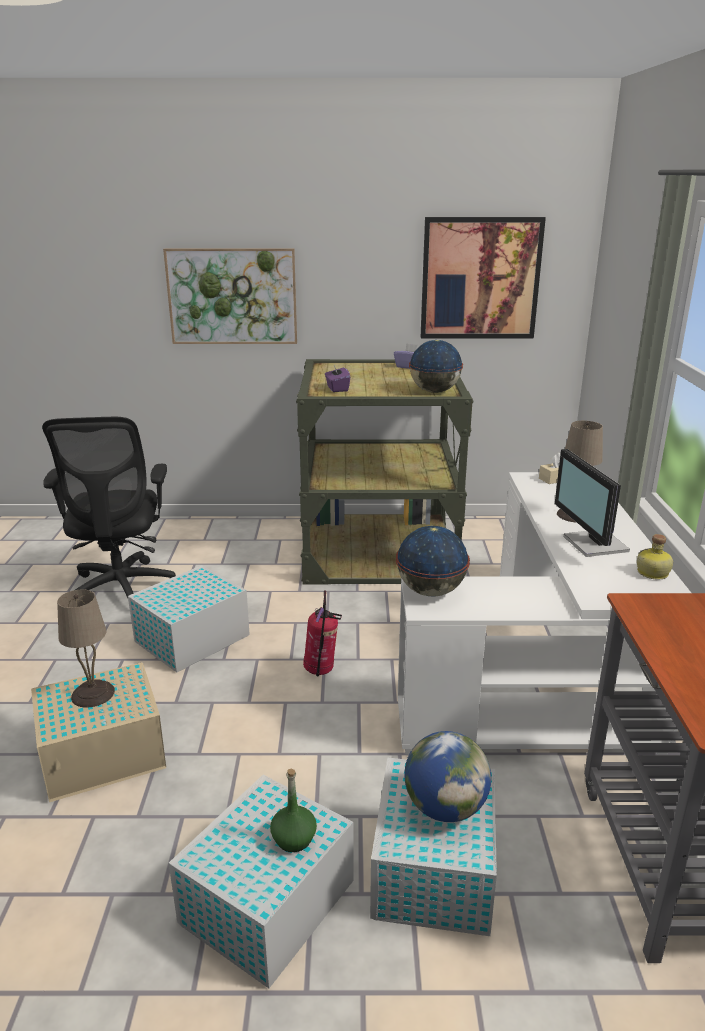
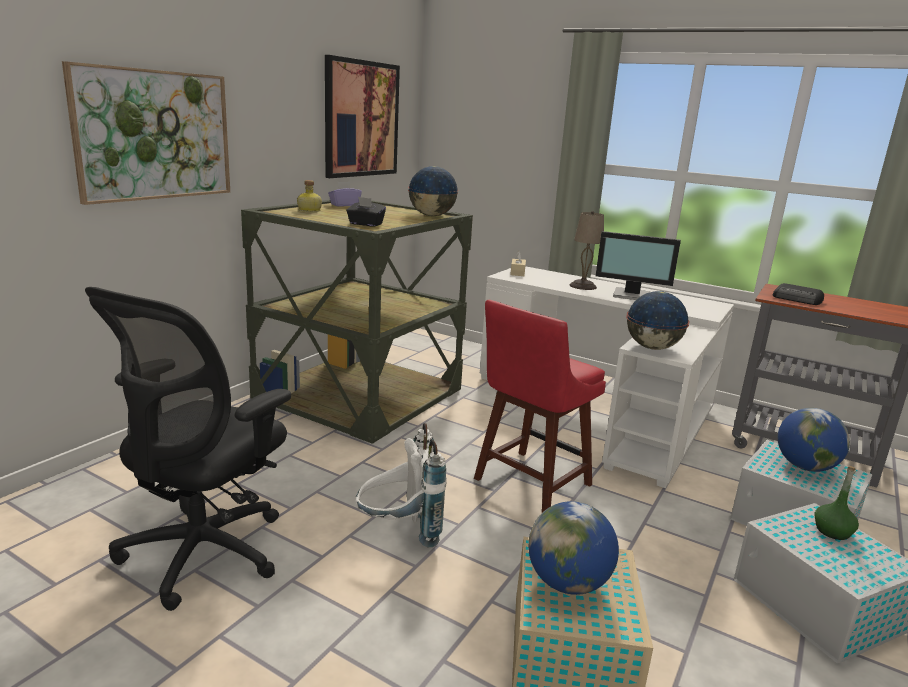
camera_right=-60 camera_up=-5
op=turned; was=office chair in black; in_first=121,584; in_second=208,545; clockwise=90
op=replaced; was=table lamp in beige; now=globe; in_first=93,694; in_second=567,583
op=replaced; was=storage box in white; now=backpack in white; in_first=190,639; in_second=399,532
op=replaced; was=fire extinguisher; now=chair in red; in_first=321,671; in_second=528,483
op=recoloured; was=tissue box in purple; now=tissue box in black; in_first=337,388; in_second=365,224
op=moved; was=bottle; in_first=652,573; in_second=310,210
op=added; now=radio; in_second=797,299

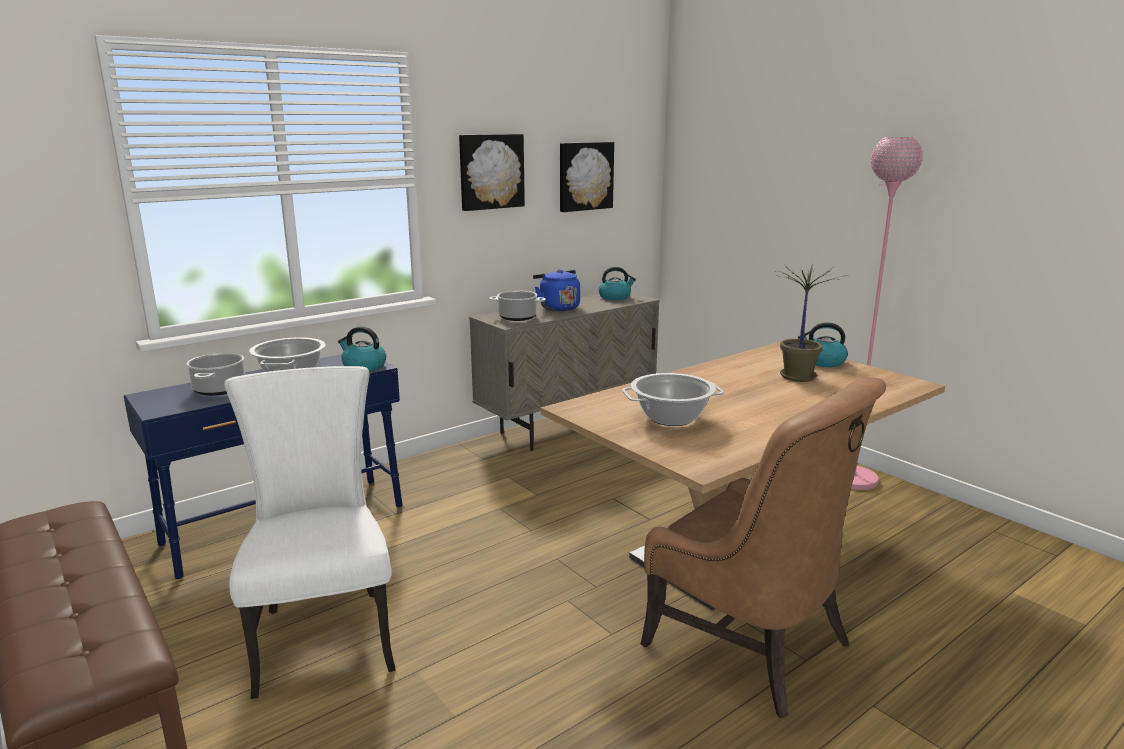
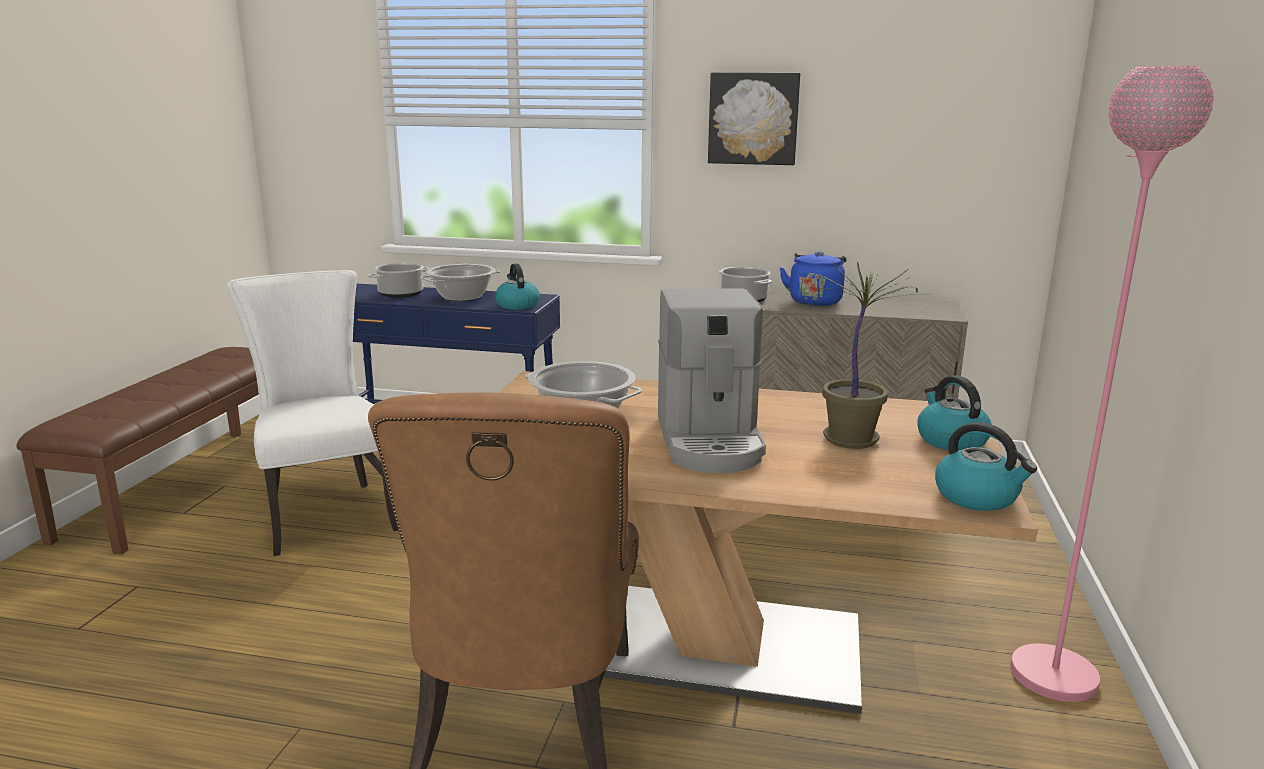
camera_right=50 camera_up=0
op=turned; was=chair in white; in_first=324,632; in_second=326,512; clockwise=-60
op=removed; was=picture; in_first=585,176
op=moved; was=kettle; in_first=615,297; in_second=977,497
op=added; now=coffee machine; in_second=710,441

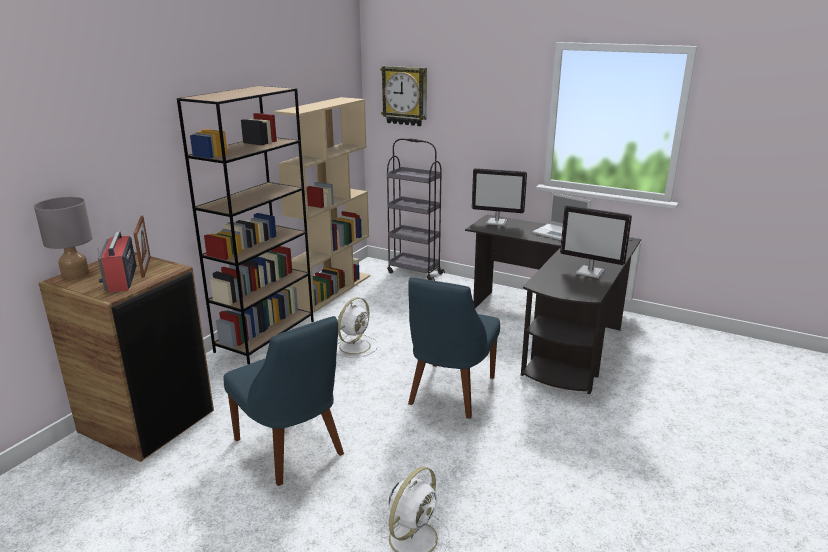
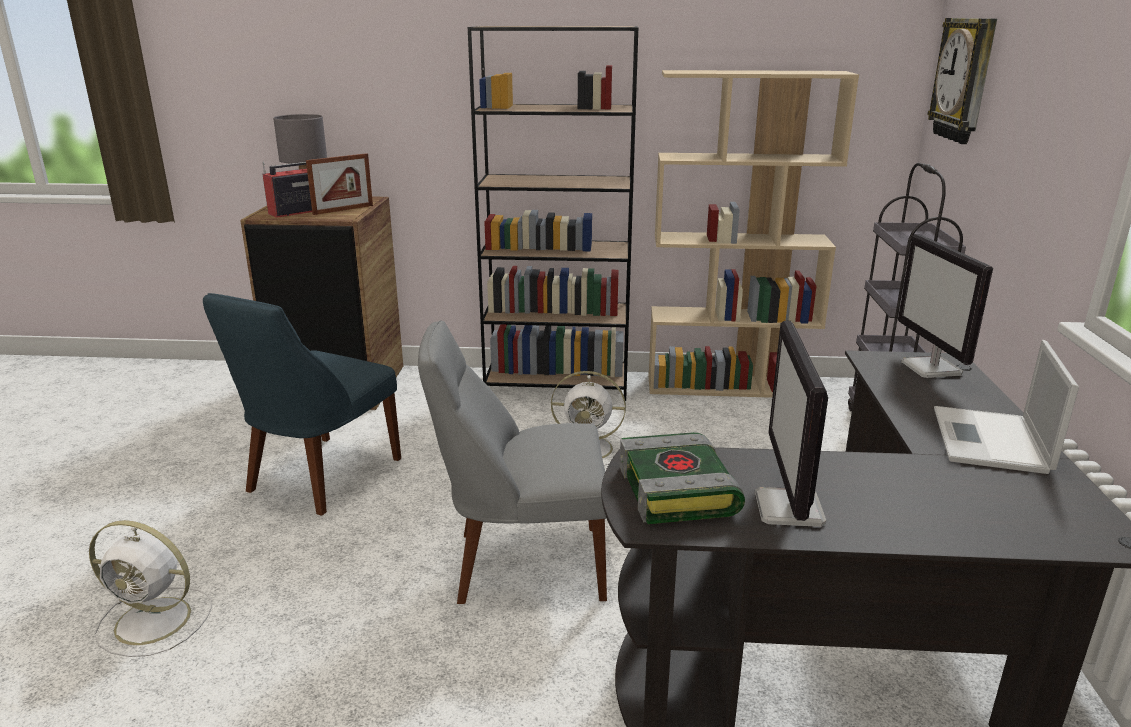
camera_right=65 camera_up=0
op=recoloured; was=chair in blue; now=chair in grey; in_first=449,392; in_second=522,564
op=added; now=book; in_second=679,491

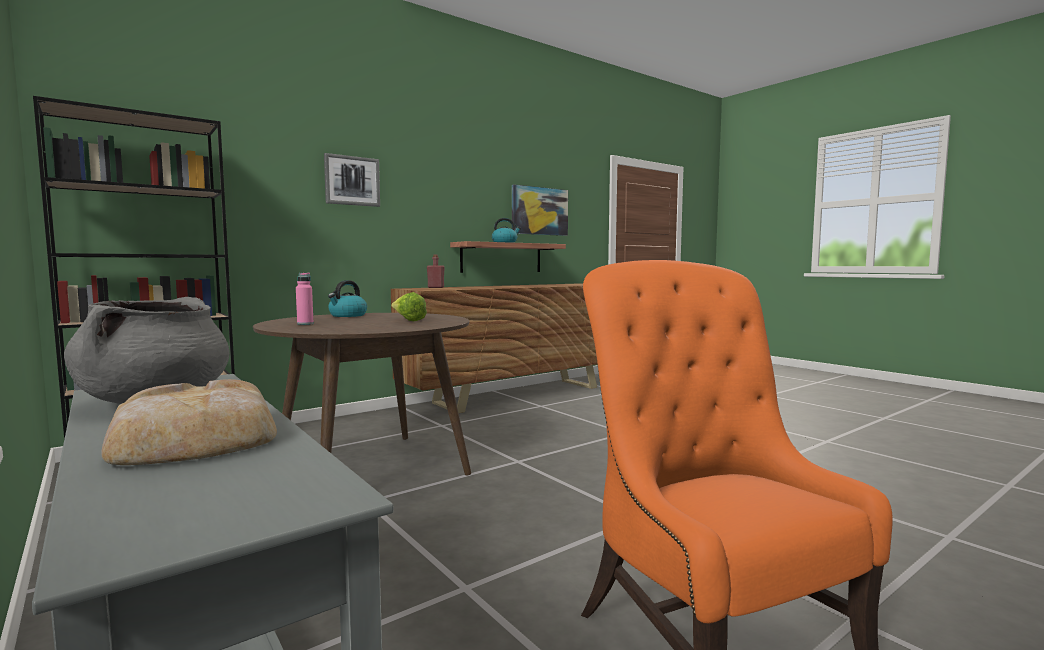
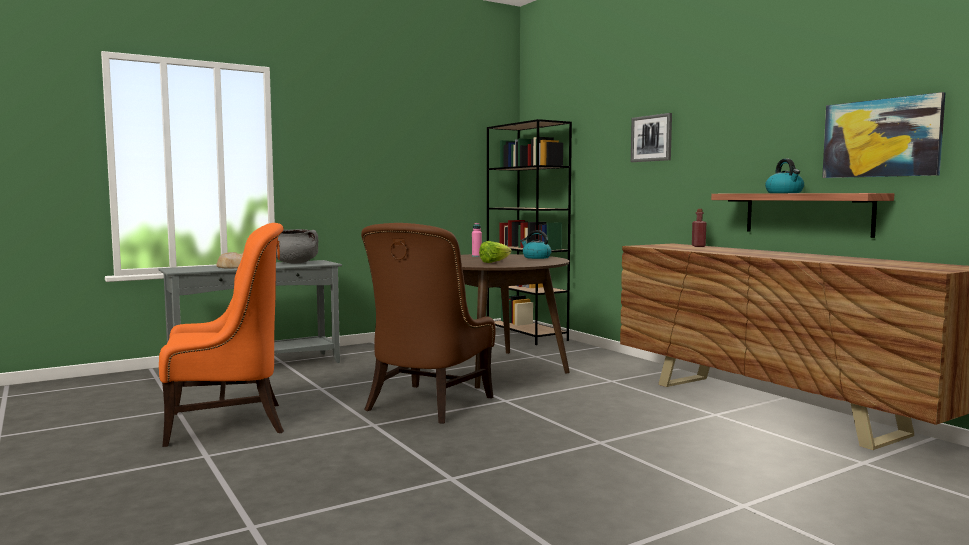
camera_right=95 camera_up=0
op=added; now=chair in brown; in_second=427,404

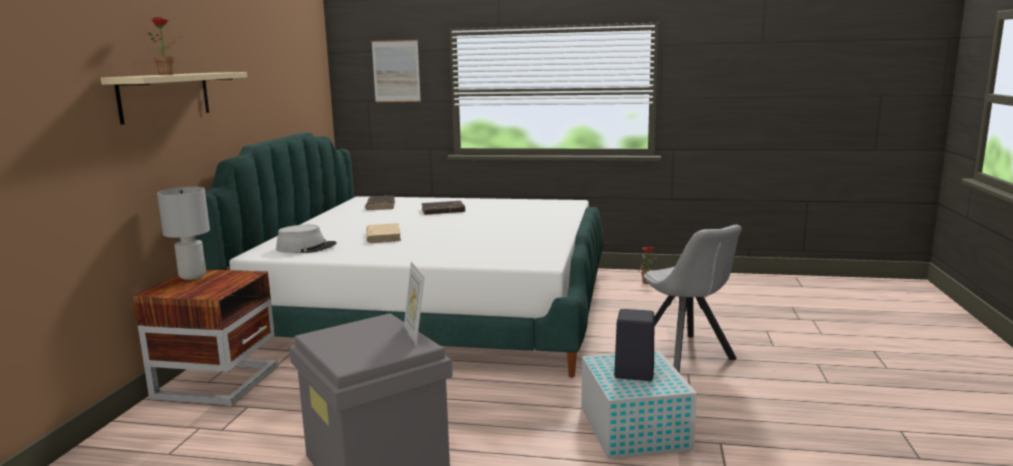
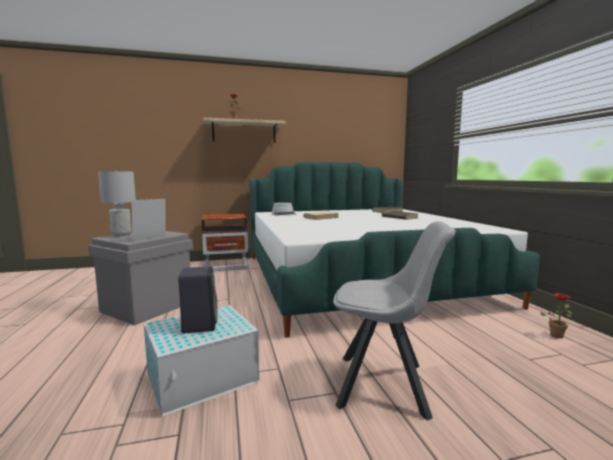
camera_right=65 camera_up=-5
op=moved; was=table lamp in grey; in_first=193,277; in_second=121,235
op=removed; was=picture; in_first=396,71
op=turned; was=chair in grey; in_first=685,355; in_second=385,385; clockwise=-120

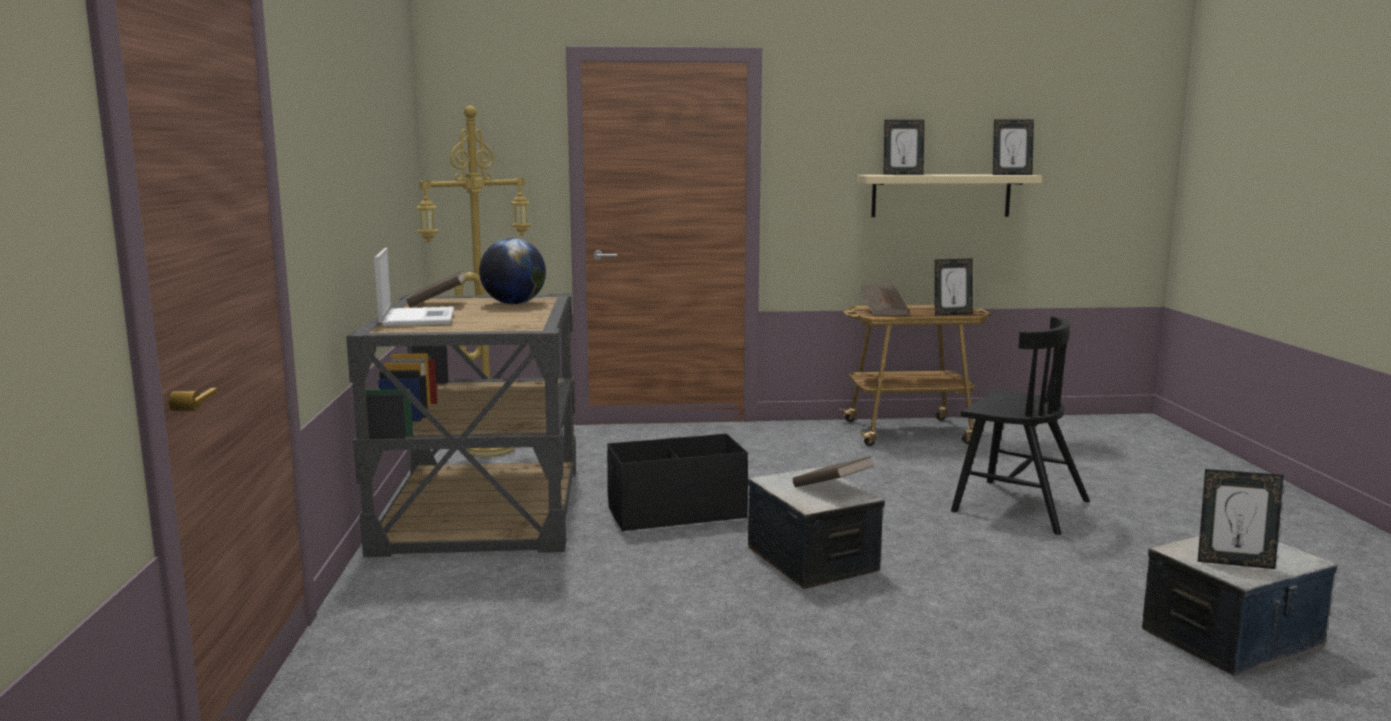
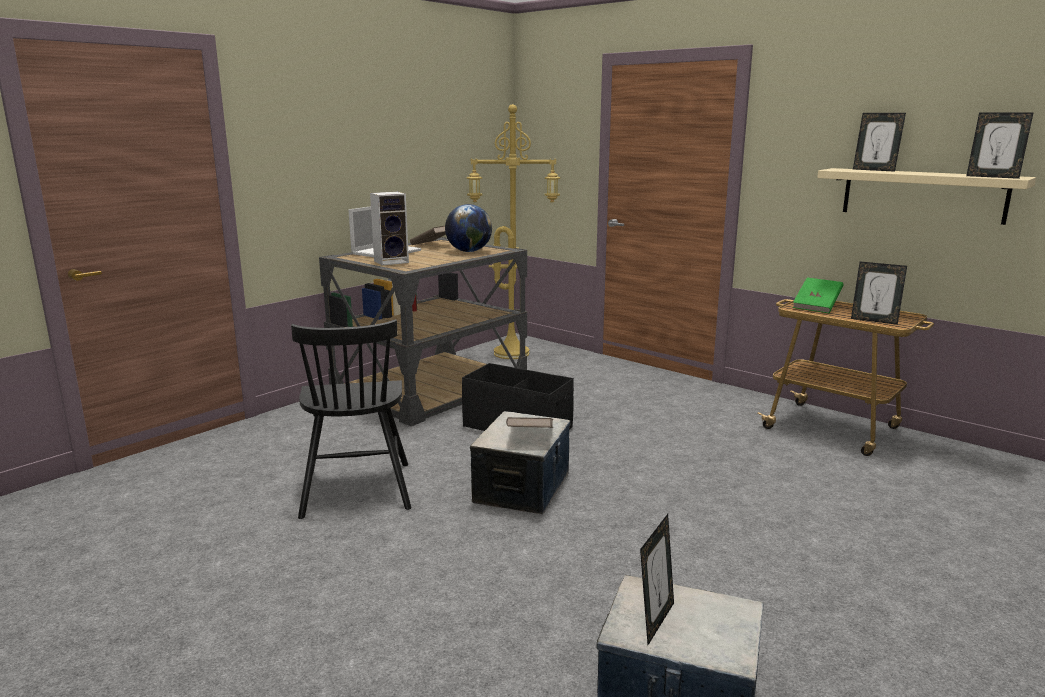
camera_right=45 camera_up=5
op=recoloured; was=book in brown; now=book in green; in_first=883,312; in_second=816,307
op=moved; was=chair in black; in_first=1012,504; in_second=357,485
op=turned; was=picture frame; in_first=1234,563; in_second=655,621; clockwise=-120
op=added; now=speaker; in_second=392,261

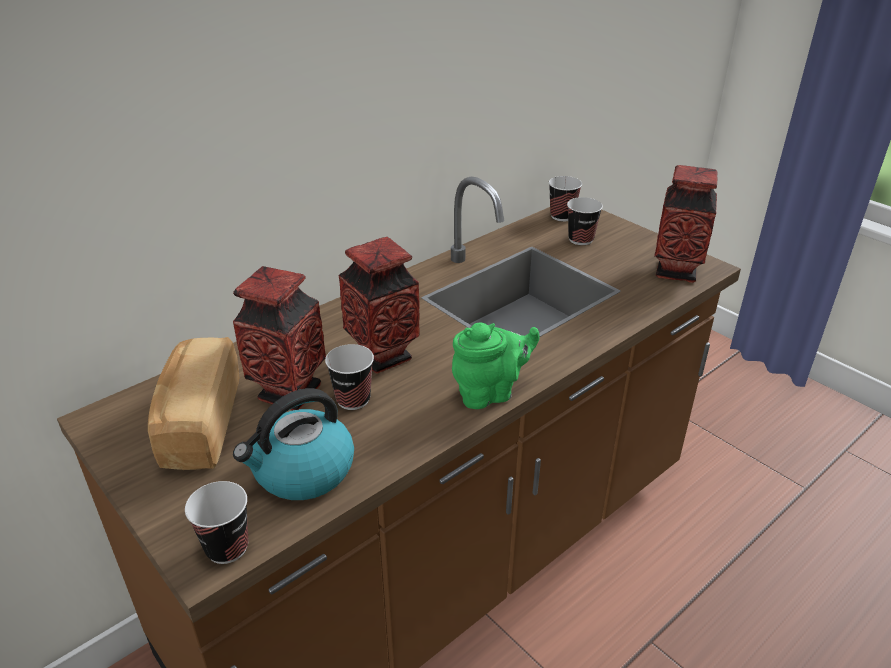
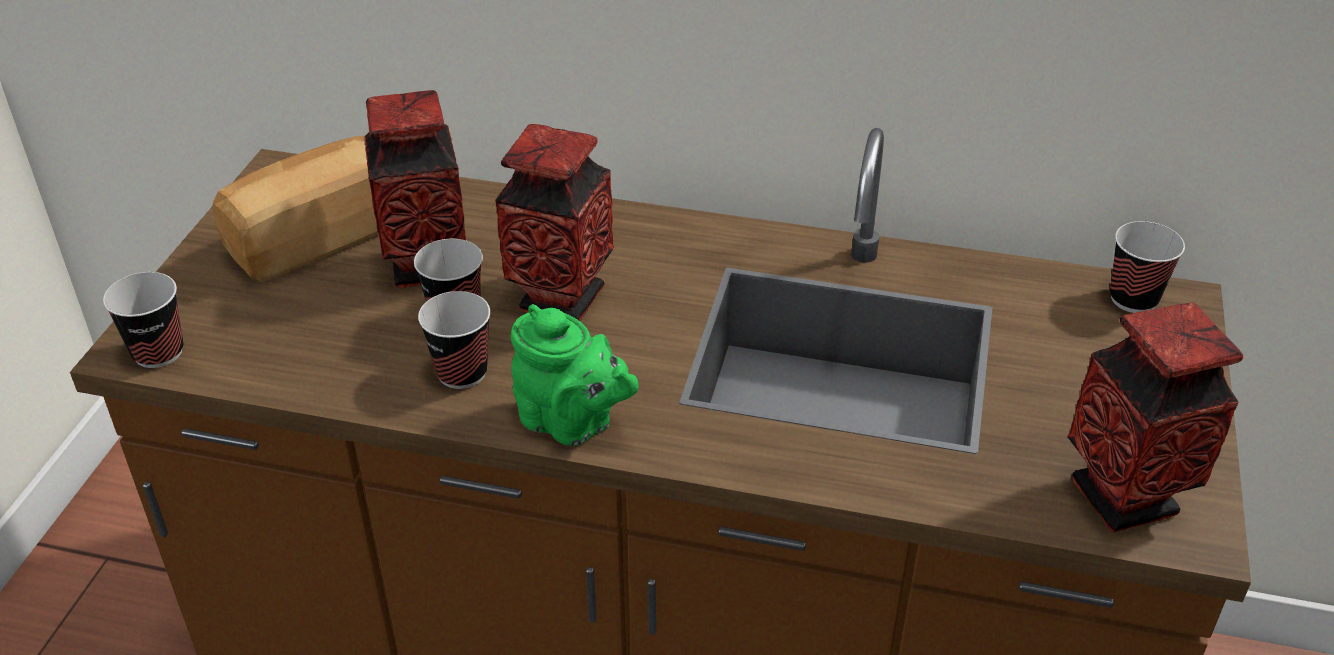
camera_right=55 camera_up=5
op=removed; was=kettle; in_first=302,472
op=moved; was=cup; in_first=580,239; in_second=462,373

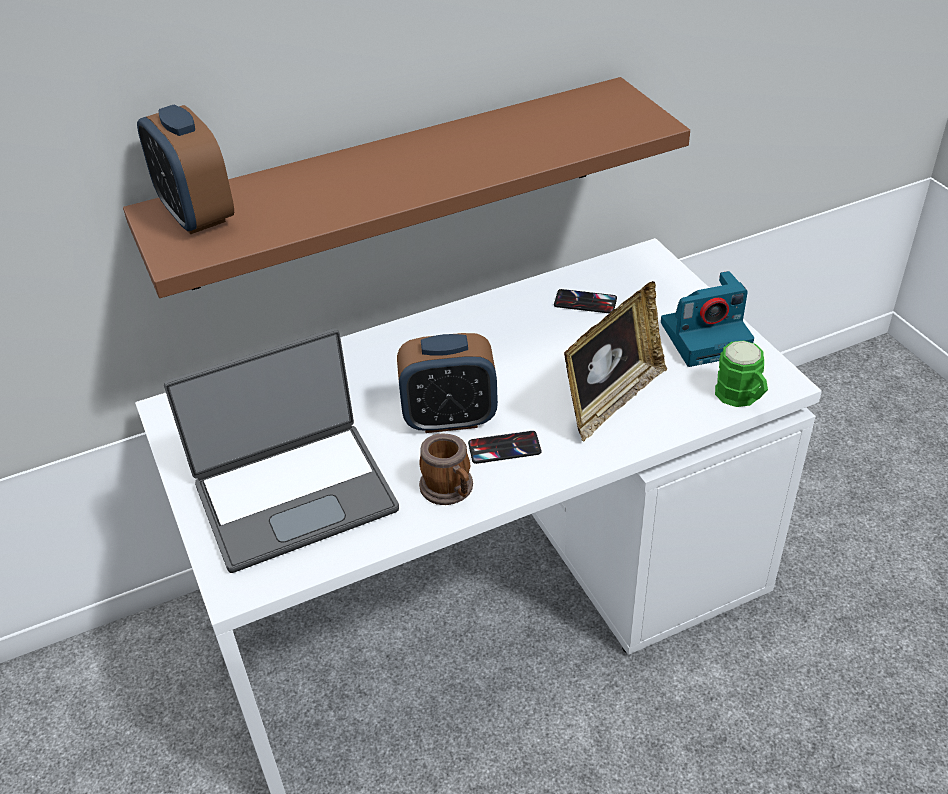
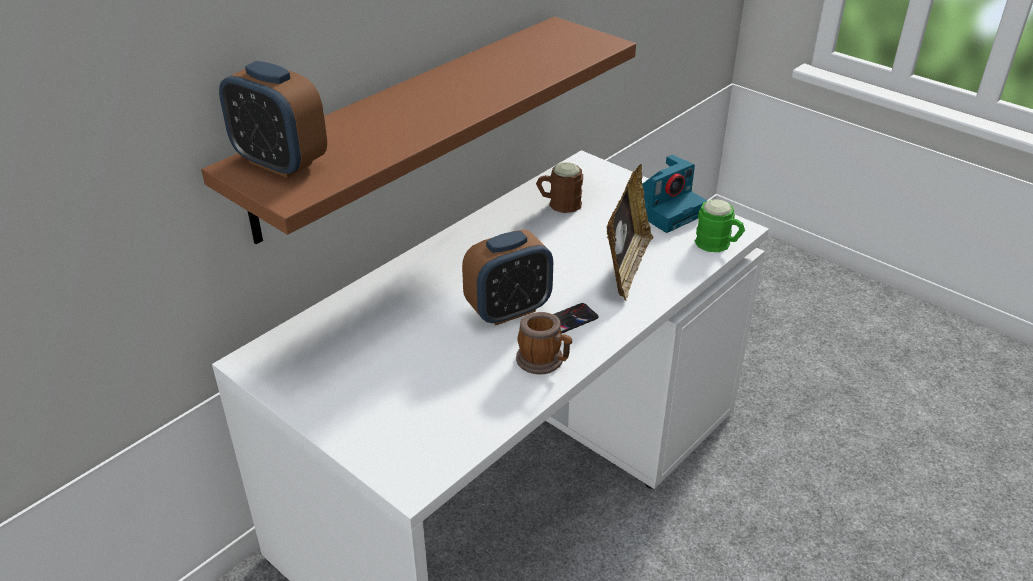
camera_right=-25 camera_up=-5
op=removed; was=laptop; in_first=295,494
op=replaced; was=phone; now=mug in brown; in_first=585,302; in_second=559,204

